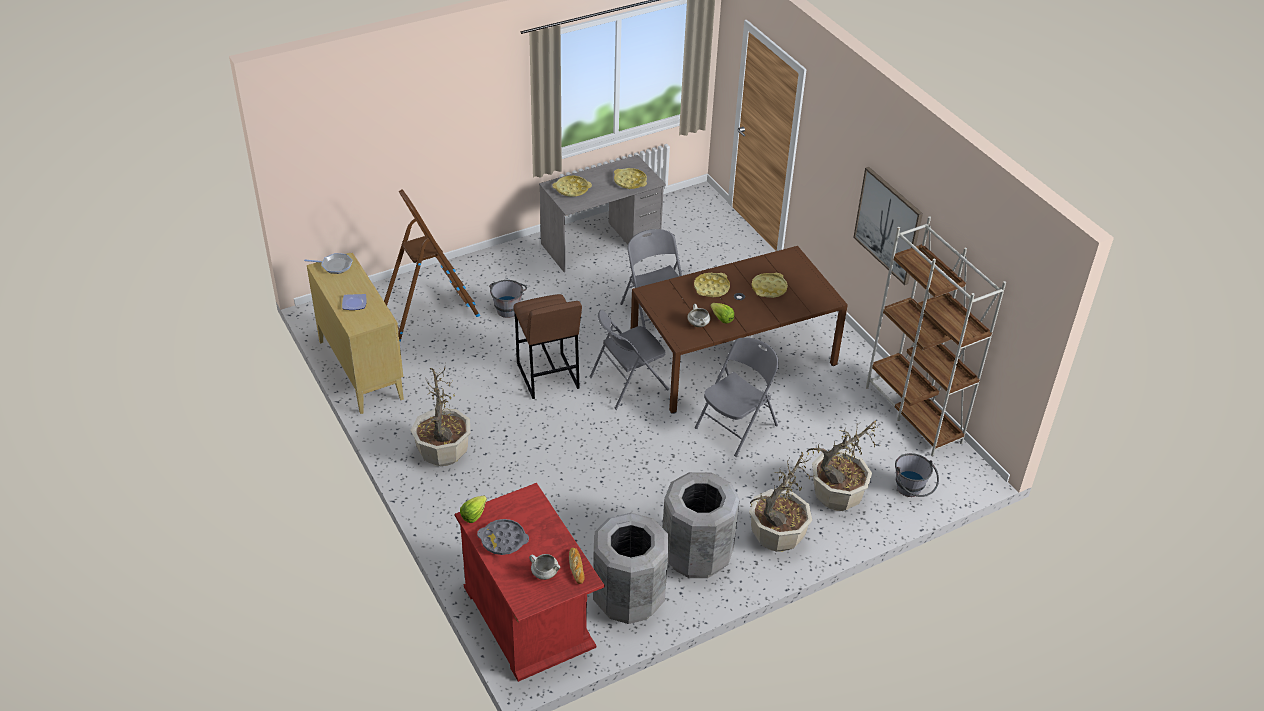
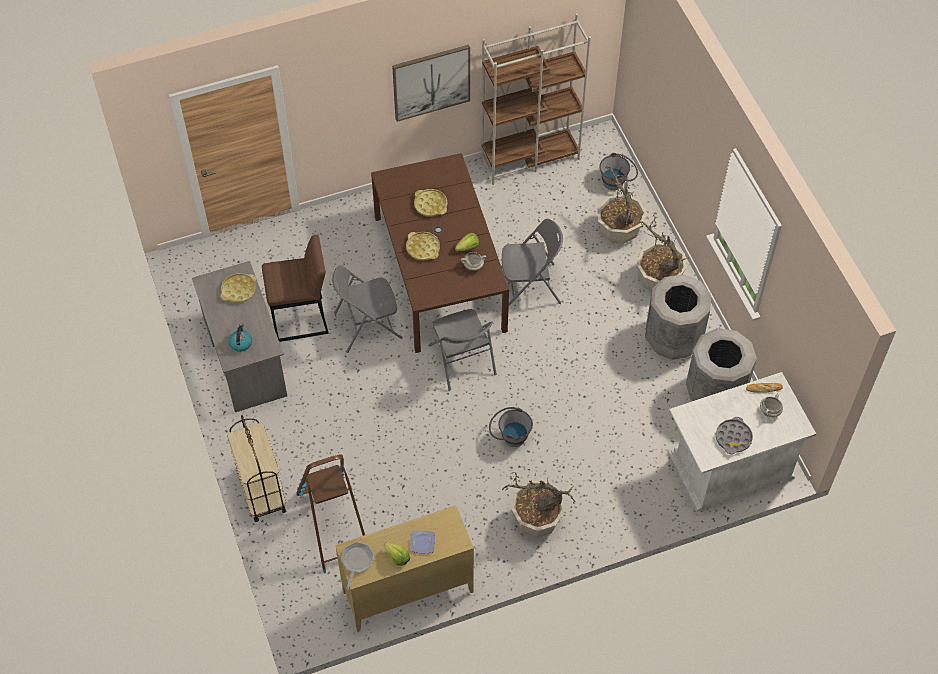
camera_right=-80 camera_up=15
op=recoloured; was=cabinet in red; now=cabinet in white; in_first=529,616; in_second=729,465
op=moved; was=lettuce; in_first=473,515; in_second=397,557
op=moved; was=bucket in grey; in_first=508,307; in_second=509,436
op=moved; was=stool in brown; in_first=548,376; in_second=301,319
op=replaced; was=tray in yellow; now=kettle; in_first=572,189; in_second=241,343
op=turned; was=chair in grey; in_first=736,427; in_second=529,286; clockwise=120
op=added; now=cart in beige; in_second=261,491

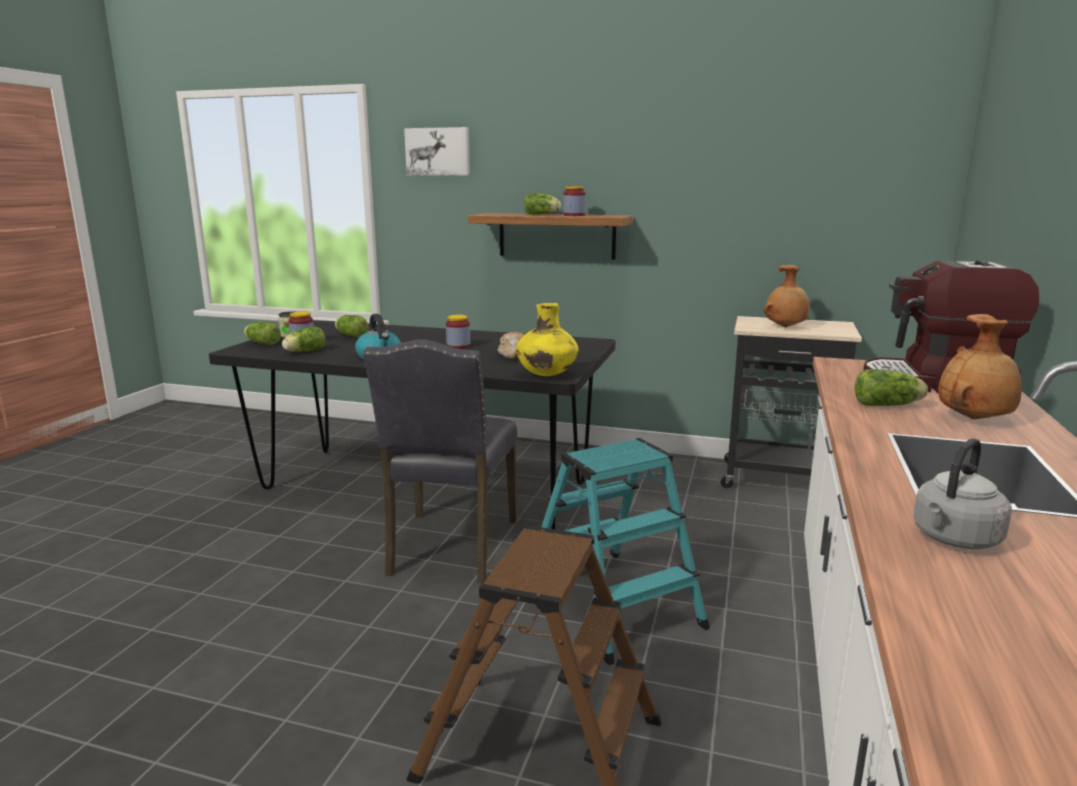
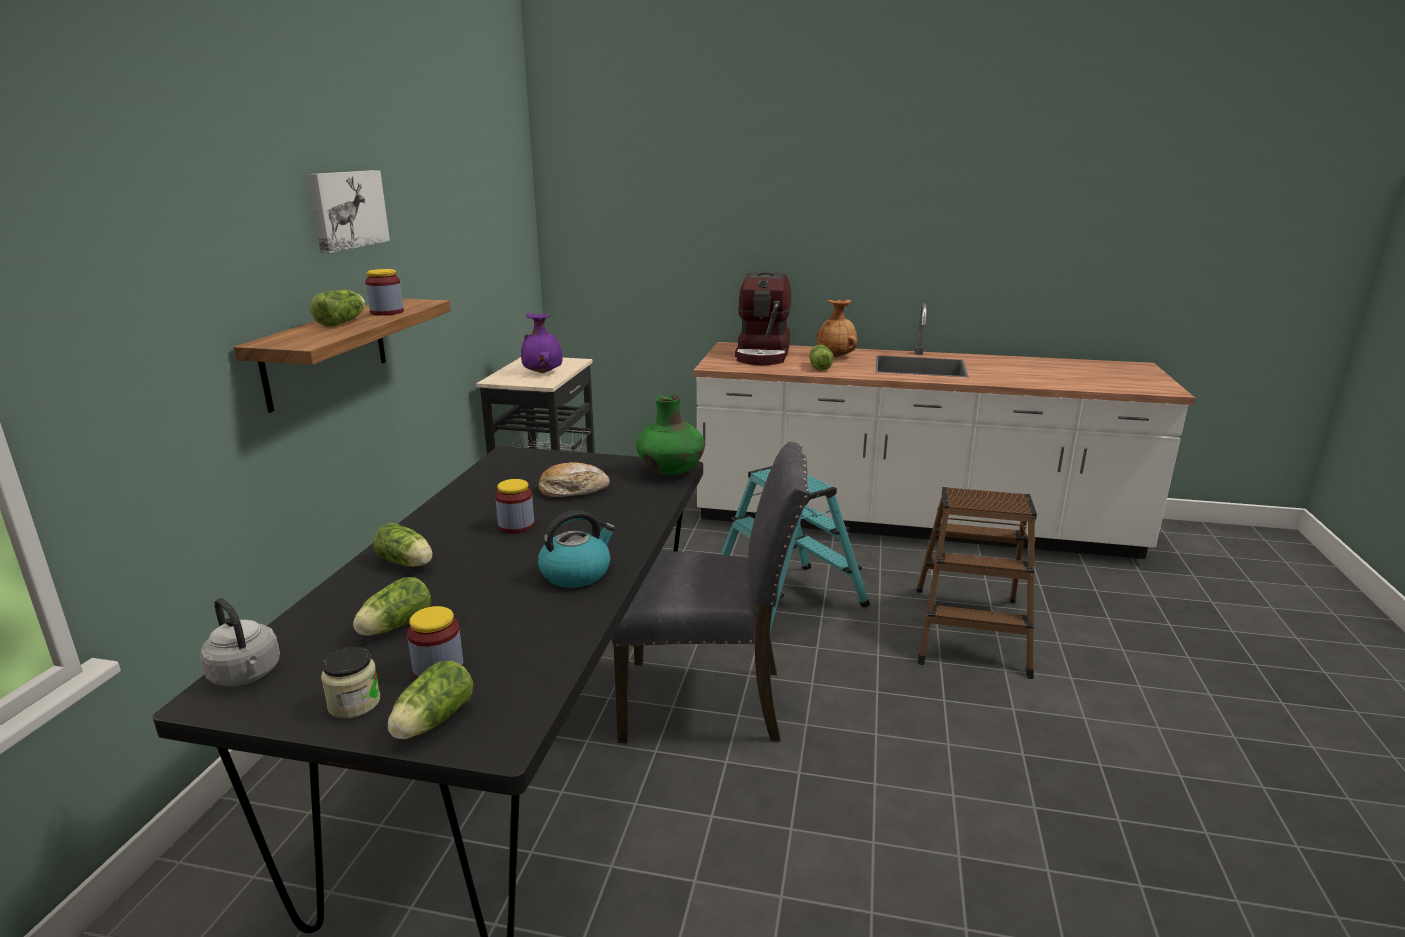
camera_right=-95 camera_up=5
op=moved; was=lettuce; in_first=304,352; in_second=407,563
op=moved; was=picture; in_first=438,152; in_second=346,209
op=recoloured; was=vase in yellow; now=vase in green; in_first=547,375; in_second=671,472
op=recoloured; was=vase in brown; now=vase in purple; in_first=786,327; in_second=543,373
op=moved; was=kettle in grey; in_first=954,539; in_second=247,675

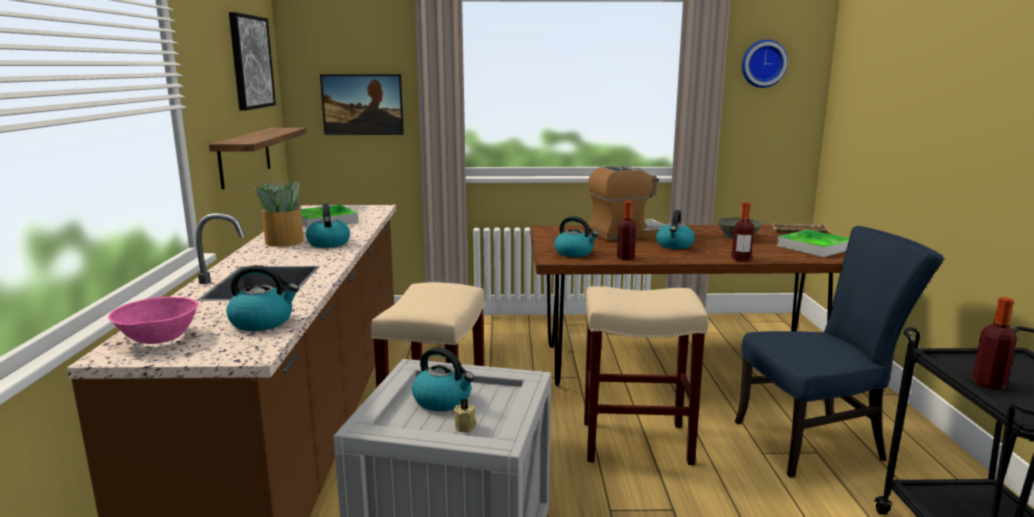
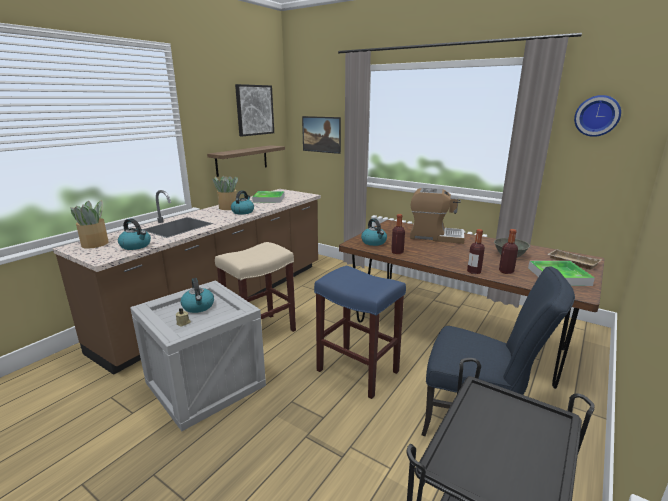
camera_right=35 camera_up=5
op=replaced; was=bowl in pink; now=potted plant; in_first=159,338; in_second=95,243
op=recoloured; was=stool in beige; now=stool in blue; in_first=634,442; in_second=356,371
op=removed; was=kettle; in_first=674,245
op=moved; was=bottle; in_first=988,383; in_second=506,271

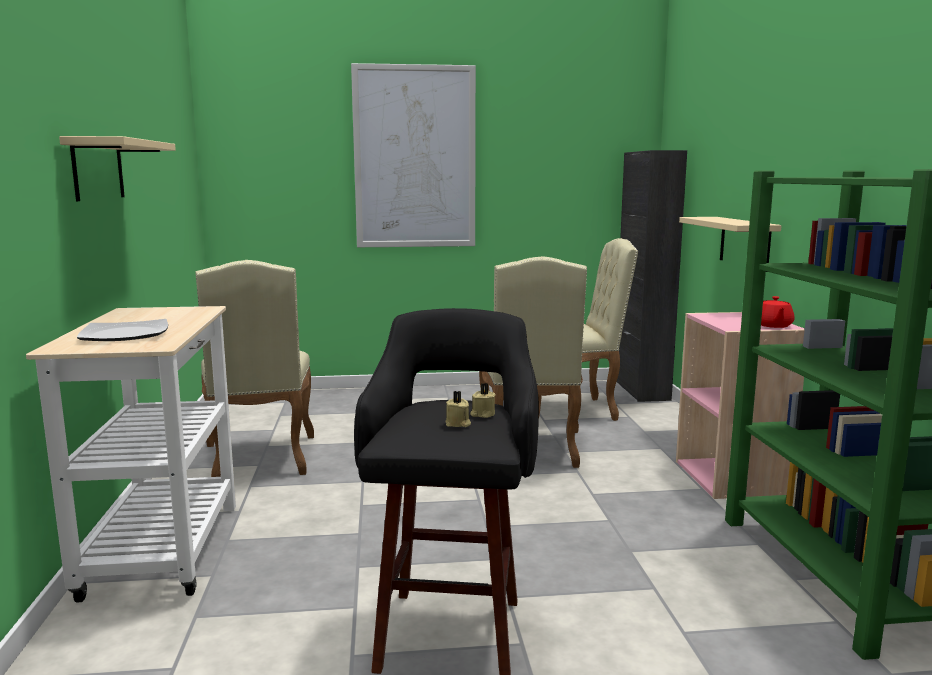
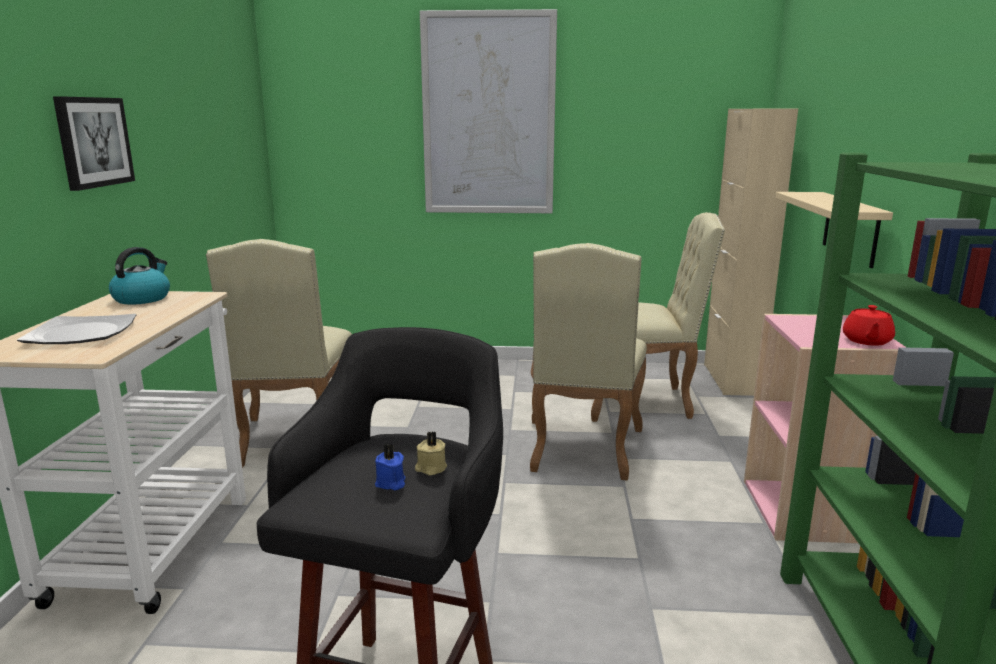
camera_right=10 camera_up=5
op=replaced; was=shelf in beige; now=picture; in_first=98,169; in_second=93,142
op=recoloured; was=candle in beige; now=candle in blue; in_first=458,424; in_second=390,483
op=recoloured; was=cabinet in black; now=cabinet in beige; in_first=641,390; in_second=731,379
op=added; now=kettle; in_second=142,298

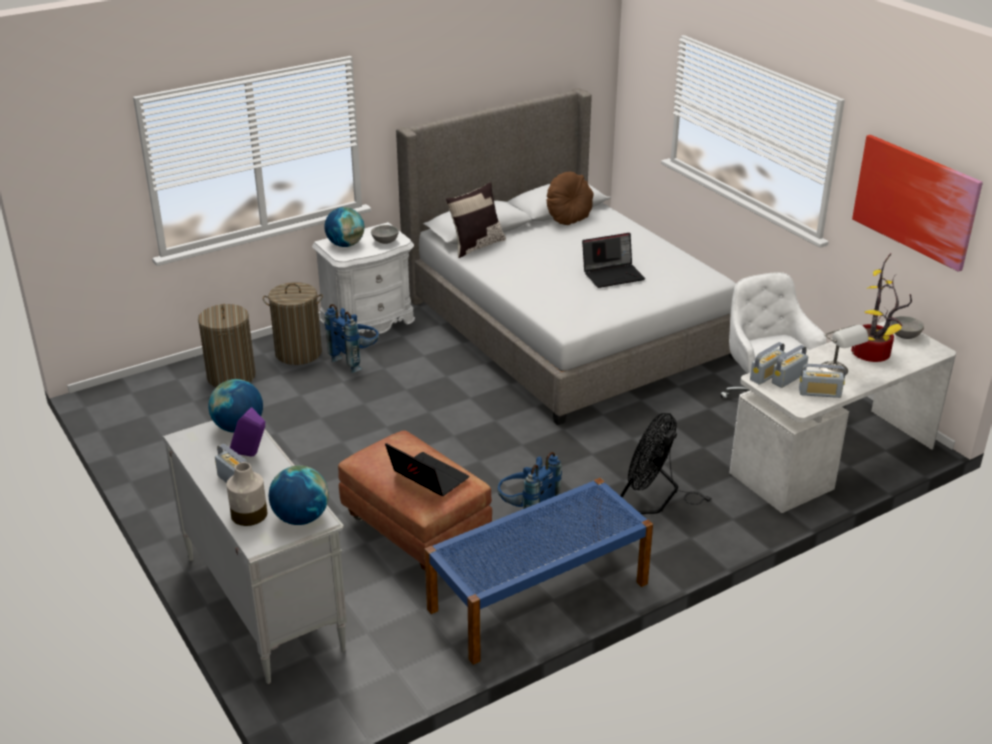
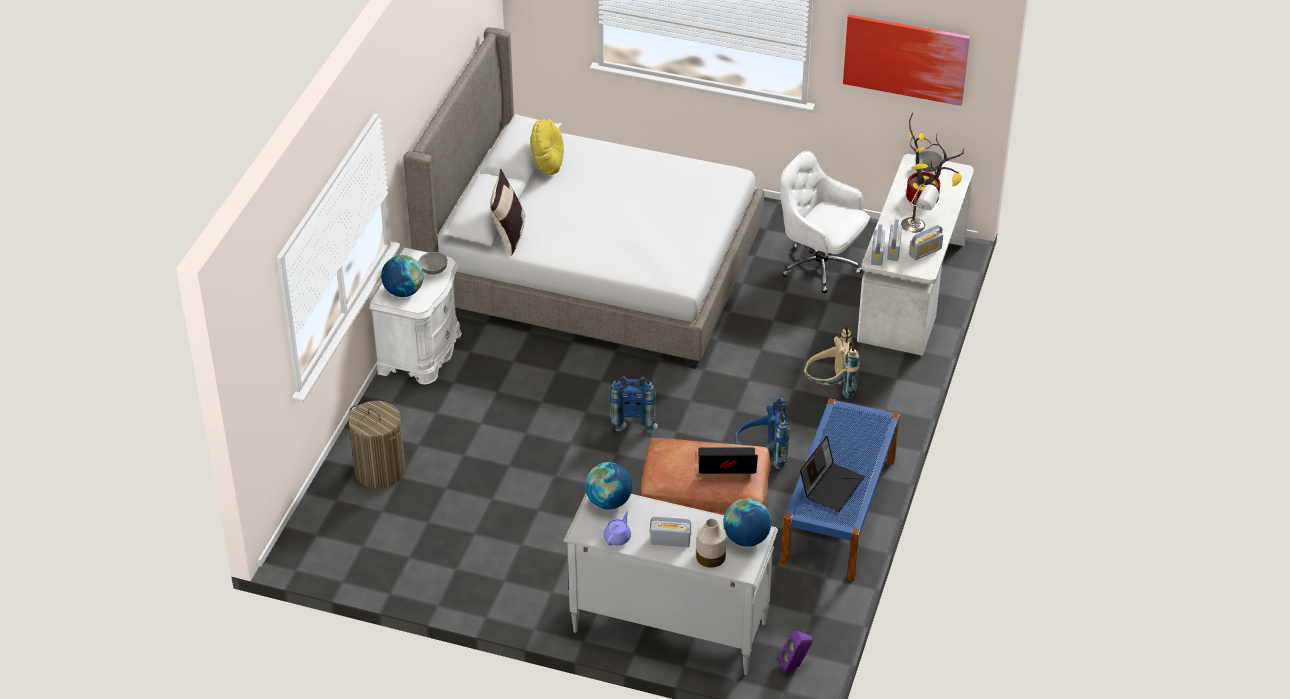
camera_right=-40 camera_up=10
op=moved; was=speaker in purple; in_first=251,455; in_second=795,666
op=removed; was=laundry basket; in_first=298,353
op=moved; was=backpack in blue; in_first=356,360; in_second=633,417
op=recoloured; was=pillow in brown; now=pillow in yellow; in_first=568,220; in_second=548,166
op=moved; was=laptop; in_first=613,274; in_second=831,486
op=replaced; was=fan in black; now=backpack in beige; in_first=658,495; in_second=830,388
op=added; now=teapot in purple; in_second=617,537

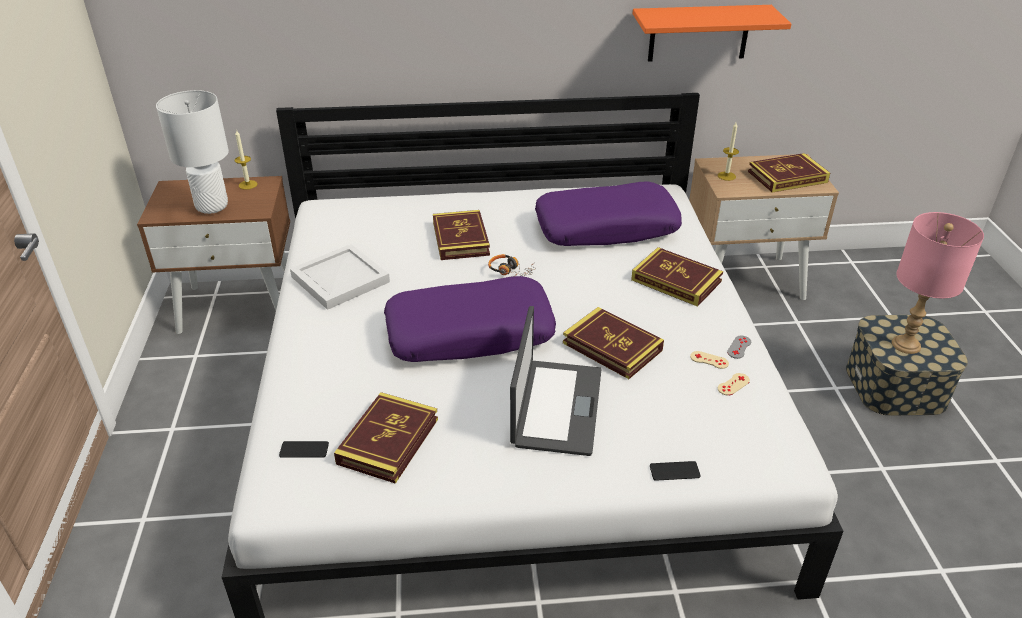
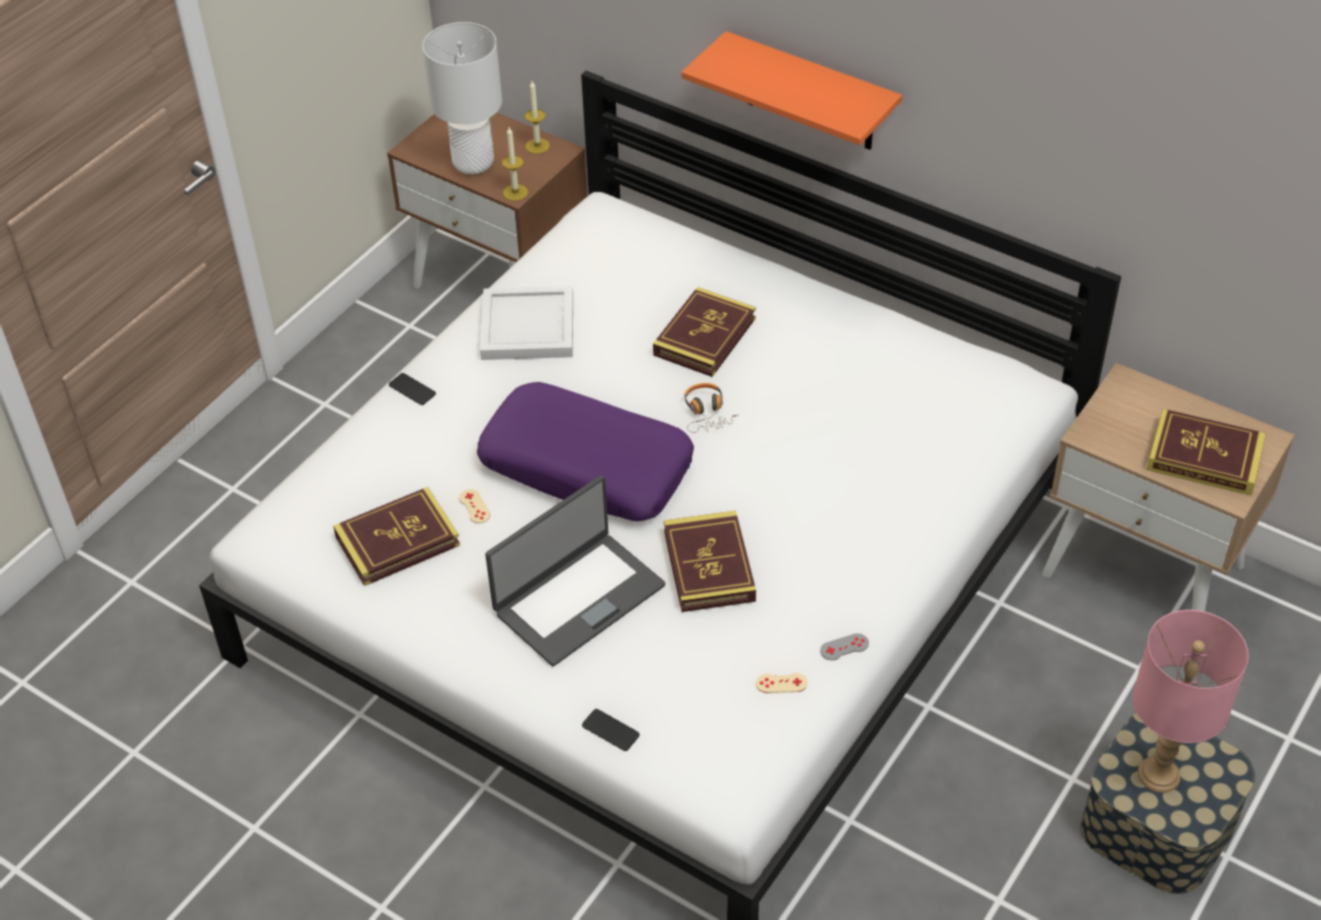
camera_right=40 camera_up=10
op=moved; was=phone; in_first=304,450; in_second=412,389
op=removed; was=pillow in purple; in_first=606,227
op=removed; was=book; in_first=676,281
op=moved; was=shelf in orange; in_first=699,33; in_second=810,94
op=moved; was=game controller in beige; in_first=709,360; in_second=474,506
op=moved; was=candle; in_first=726,176; in_second=515,192

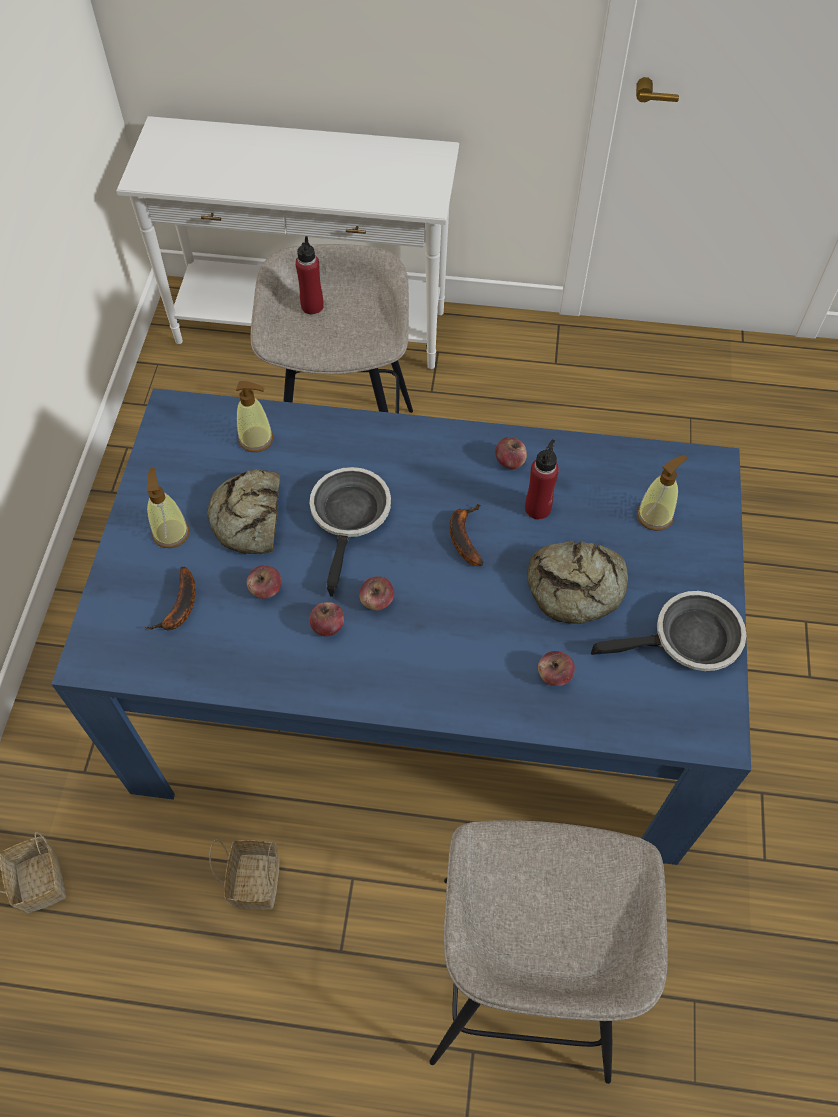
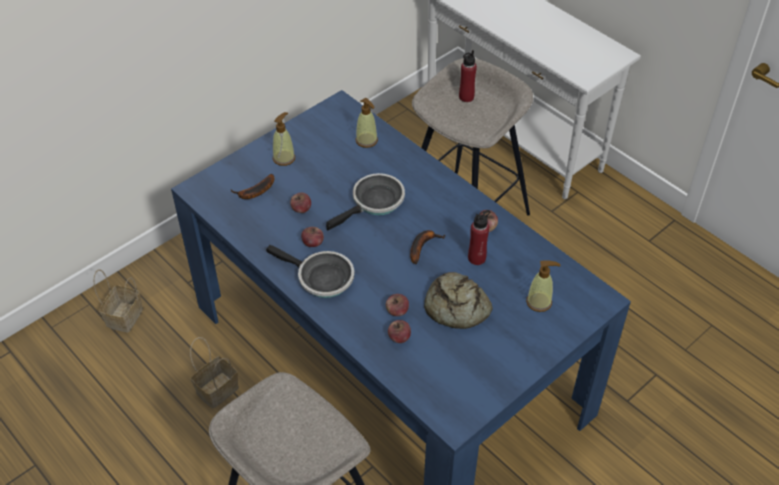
camera_right=40 camera_up=-10
op=removed; was=bread; in_first=250,518
op=moved; was=apple; in_first=377,601; in_second=397,311
op=moved; was=frying pan; in_first=688,640; in_second=321,278

